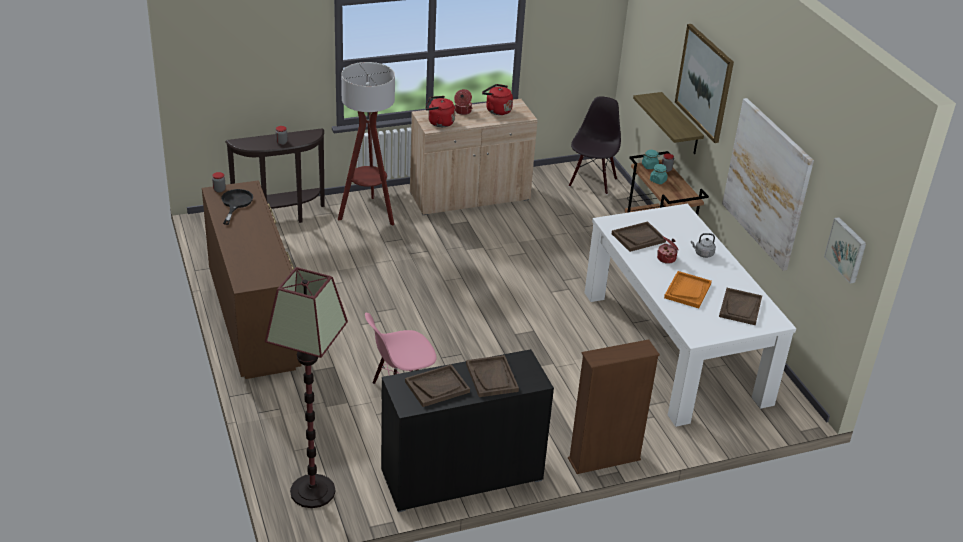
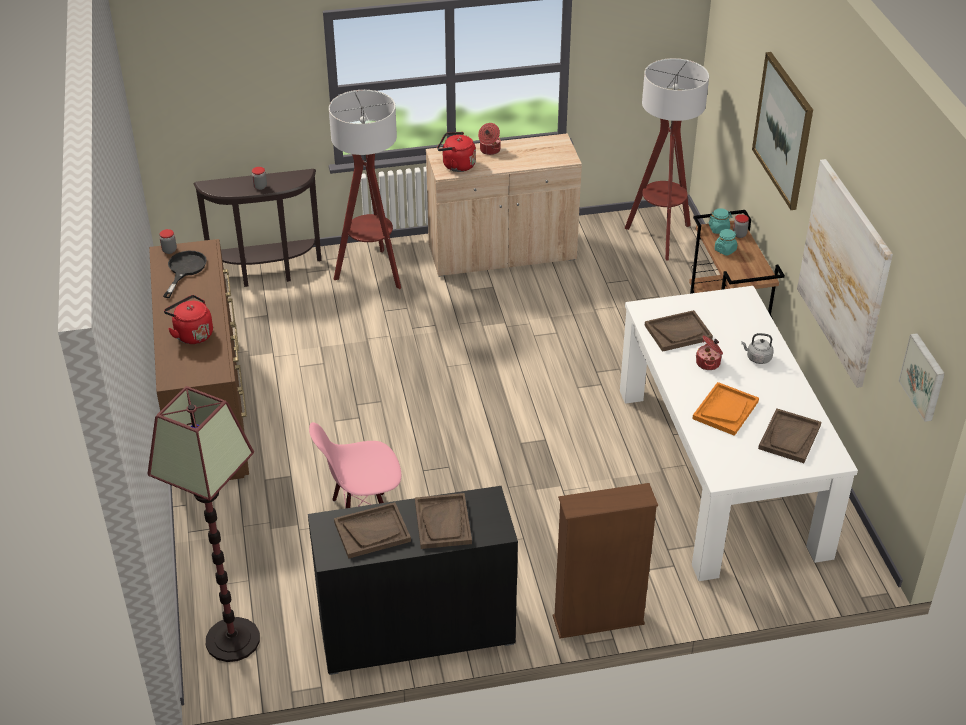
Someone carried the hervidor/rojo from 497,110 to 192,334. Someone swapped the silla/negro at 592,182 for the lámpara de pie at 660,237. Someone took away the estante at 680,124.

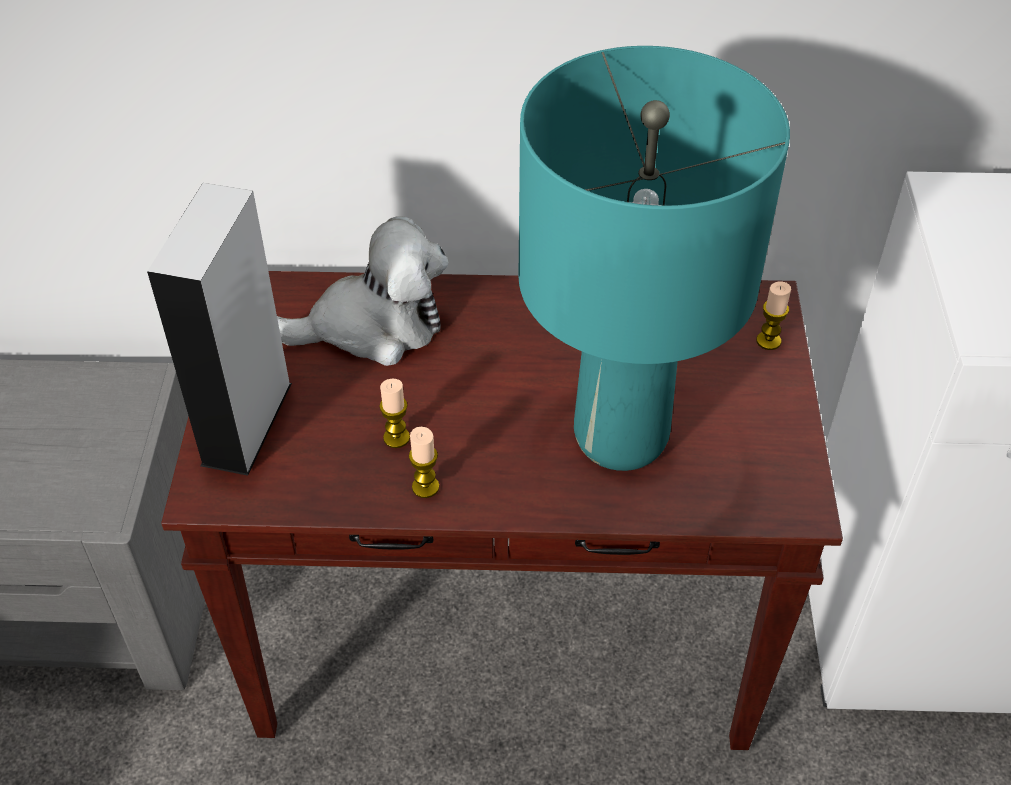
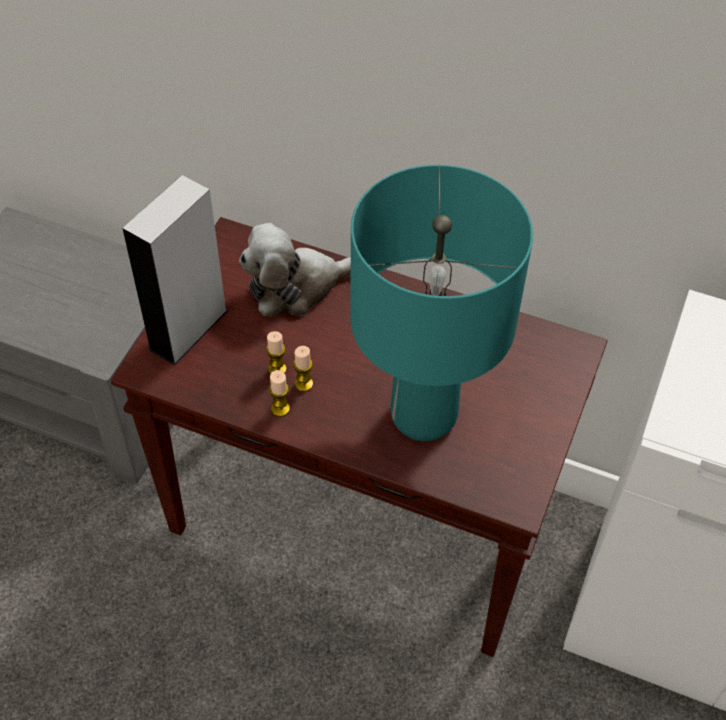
Someone rotated the peluche at 373,327 by 150 degrees clockwise. Someone carried the vela from 768,341 to 303,384.

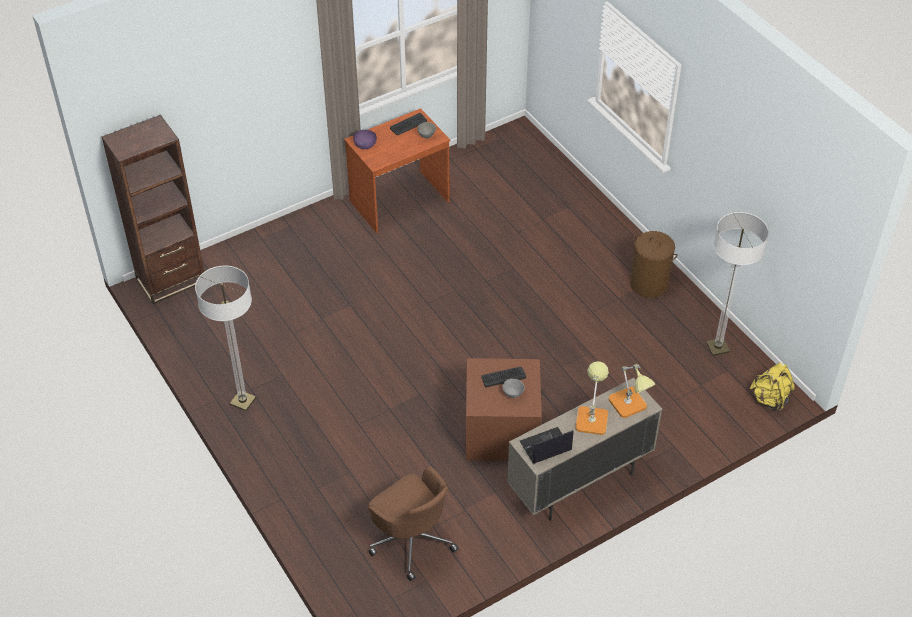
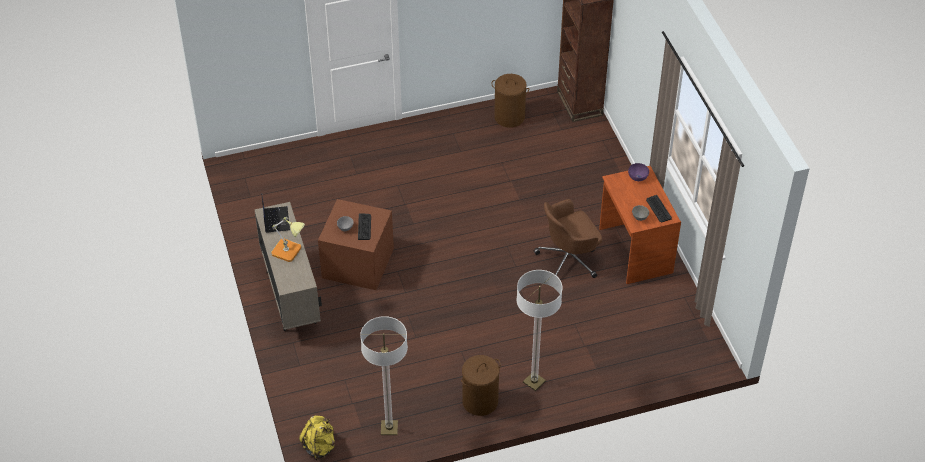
Someone put down the cesto de la ropa/marrón at 509,117. Someone carried the lámpara de pie from 243,401 to 534,382. Someone carried the silla de oficina/marrón from 412,539 to 569,259. Someone took away the lámpara de mesa at 630,406.

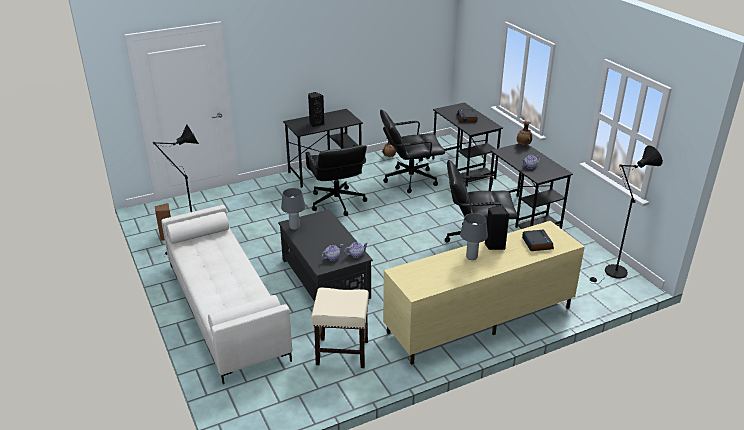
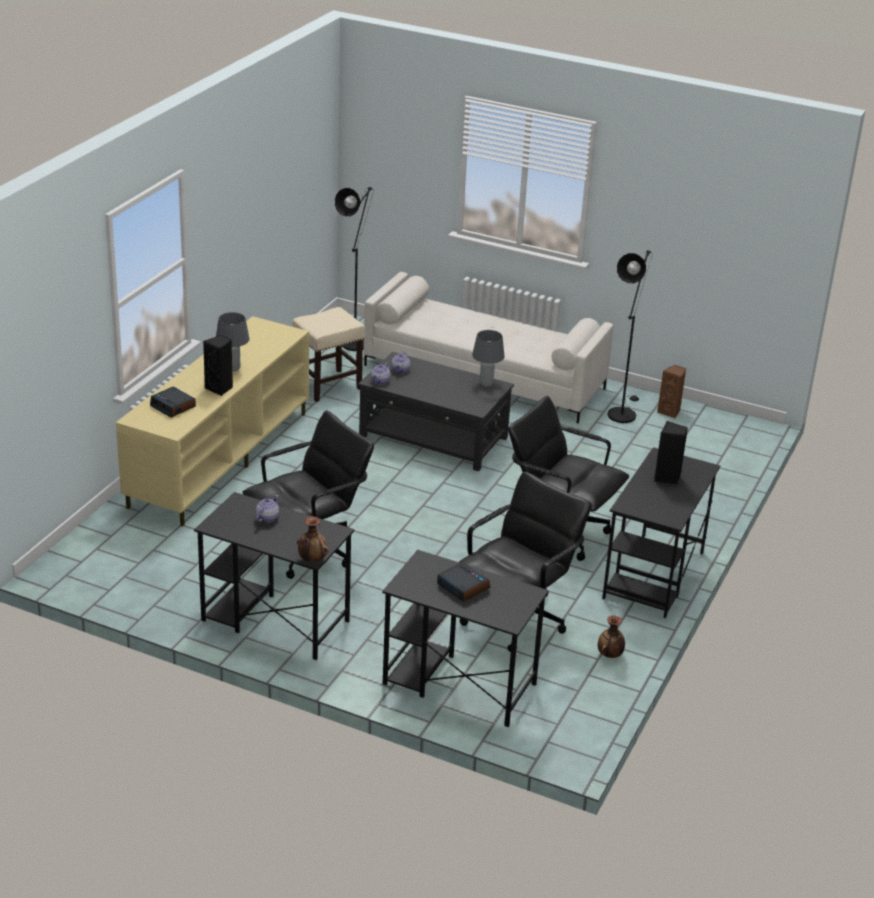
Someone carried the lámpara de pie/negro from 613,273 to 356,342.

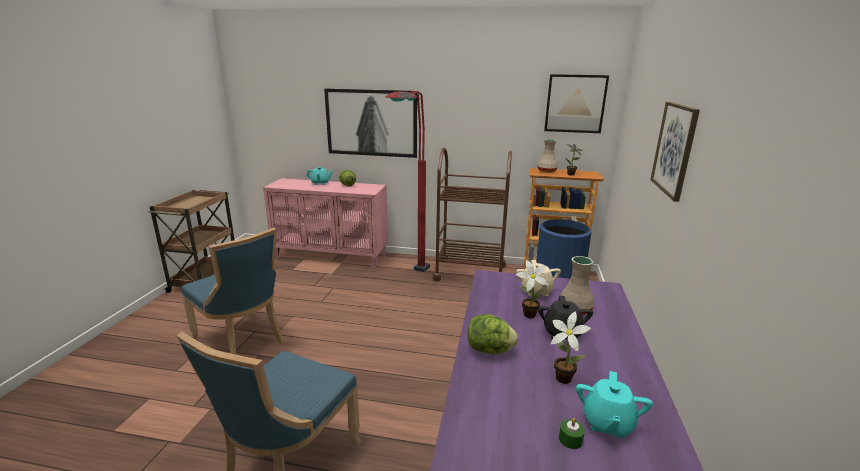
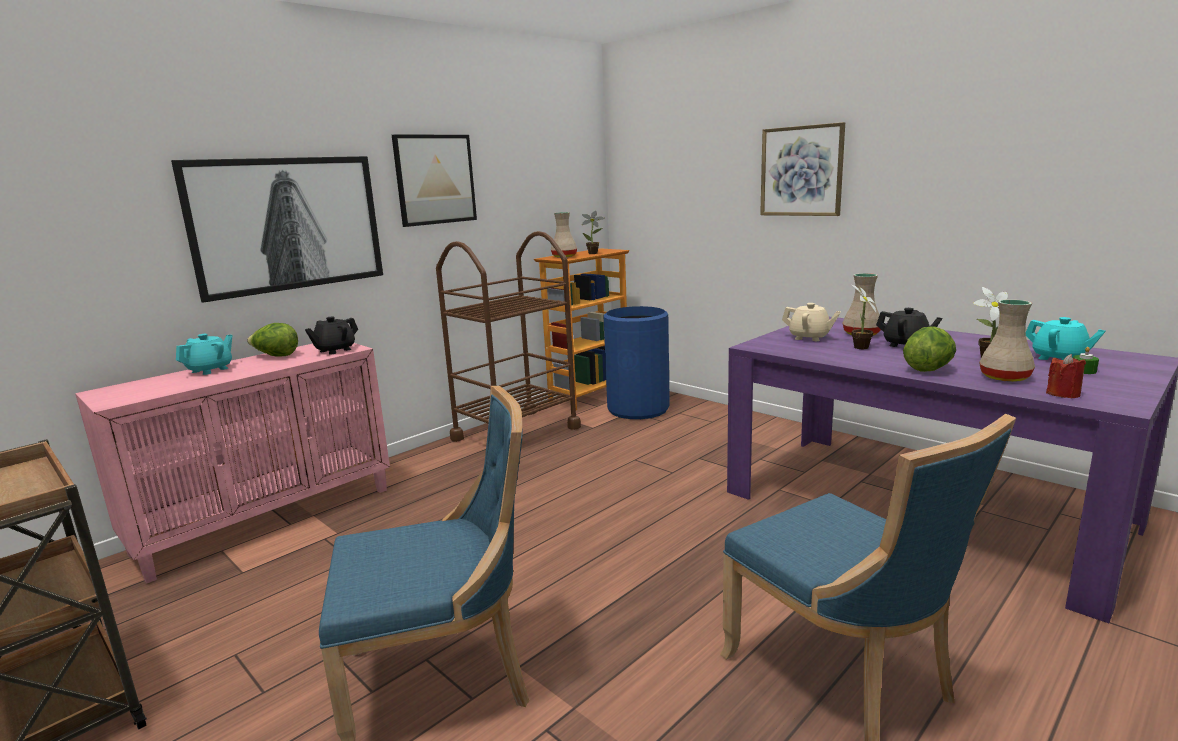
Someone put down the tetera/negro at 335,350. Someone carried the cuadro from 575,103 to 435,179. Someone put down the florero/beis at 1005,377. Someone put down the vela/rojo at 1063,394. Someone took away the lámpara de pie/rojo at 408,278.

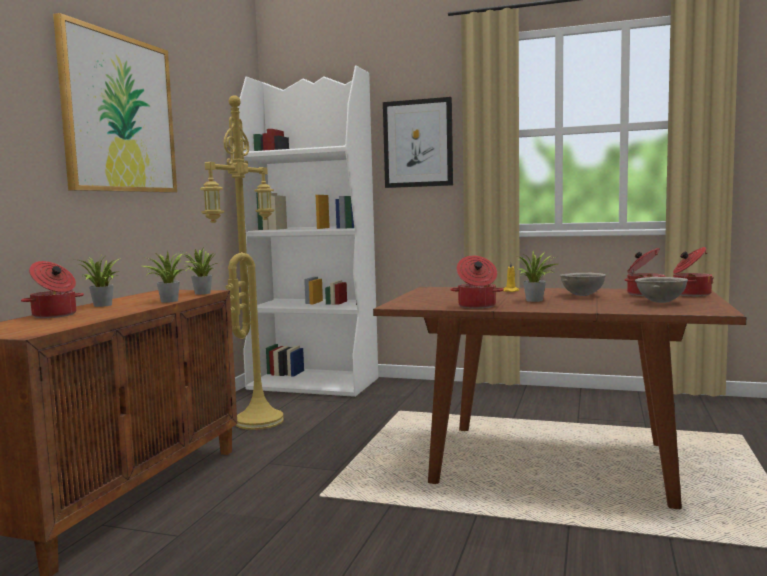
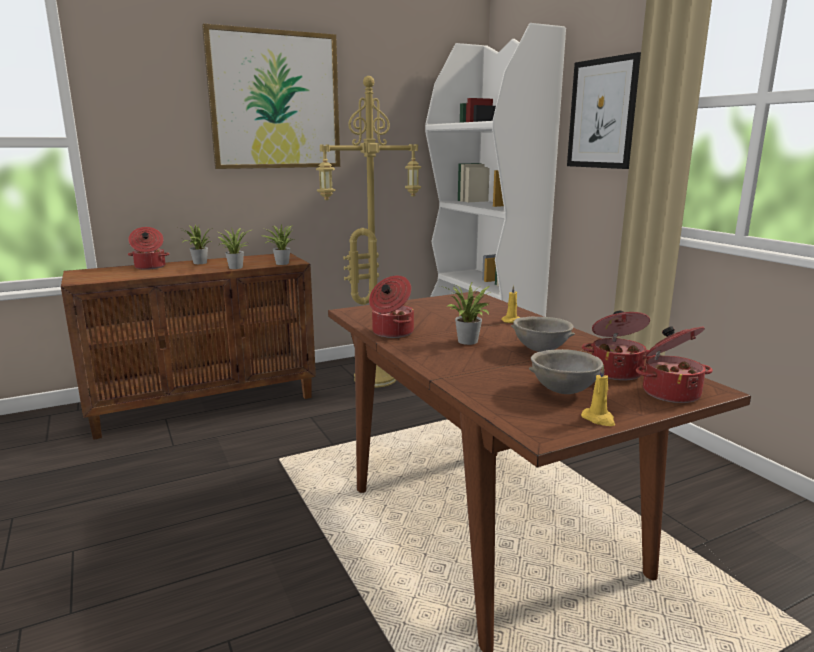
Someone put down the vela/amarillo at 599,419.

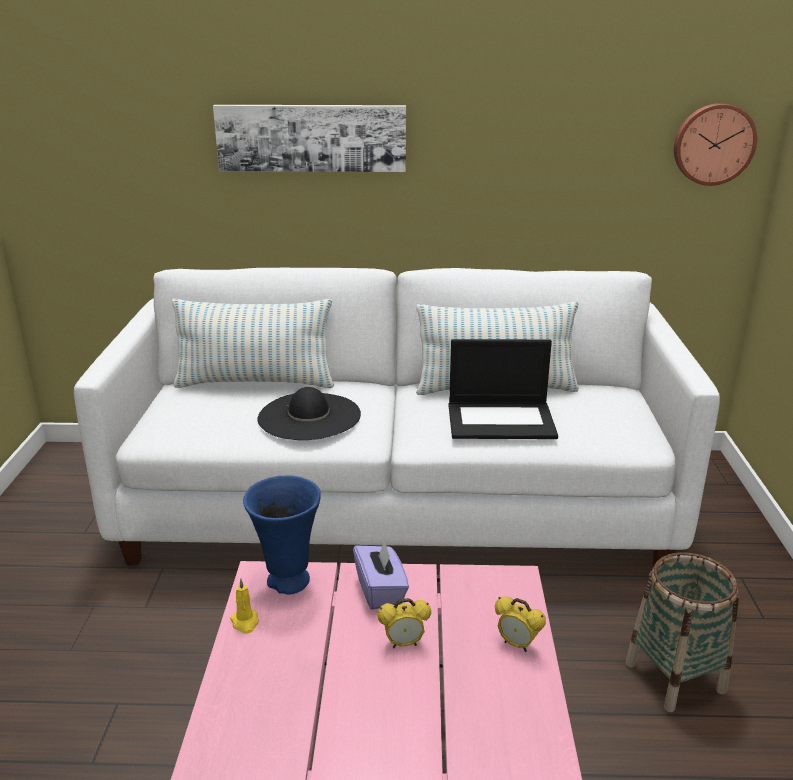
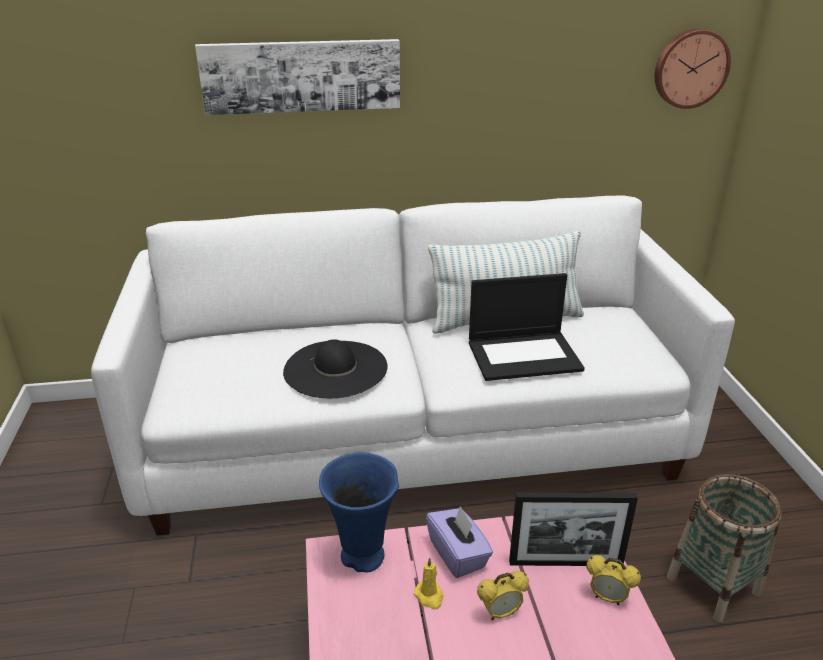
Someone carried the vela/amarillo from 245,622 to 429,596. Someone put down the portarretratos at 565,563. Someone took away the cojín at 255,383.

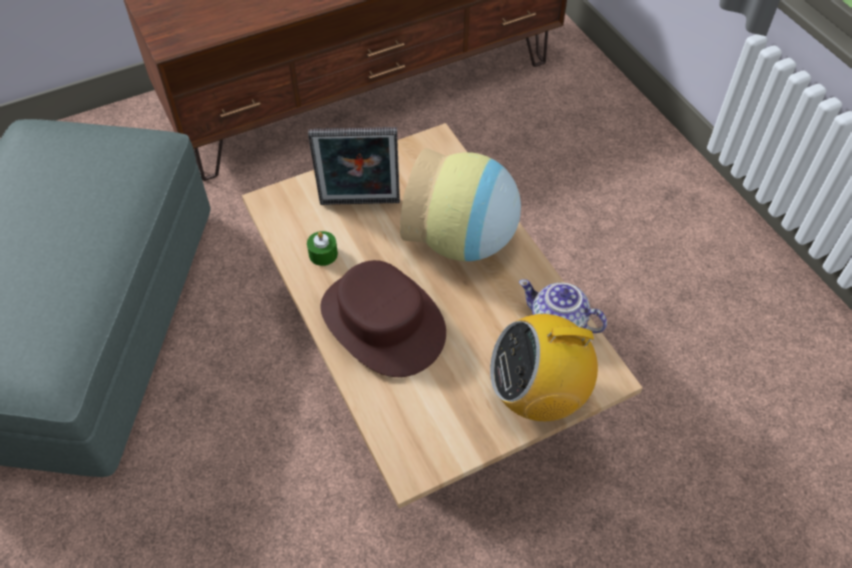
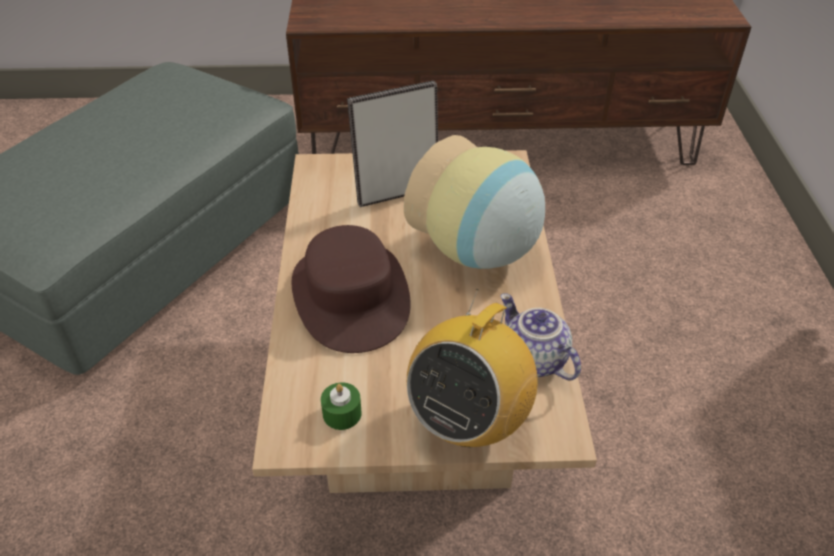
Someone carried the vela/verde from 323,254 to 342,413. Someone rotated the portarretratos at 359,205 by 135 degrees clockwise. Someone rotated the radio at 538,395 by 75 degrees counterclockwise.

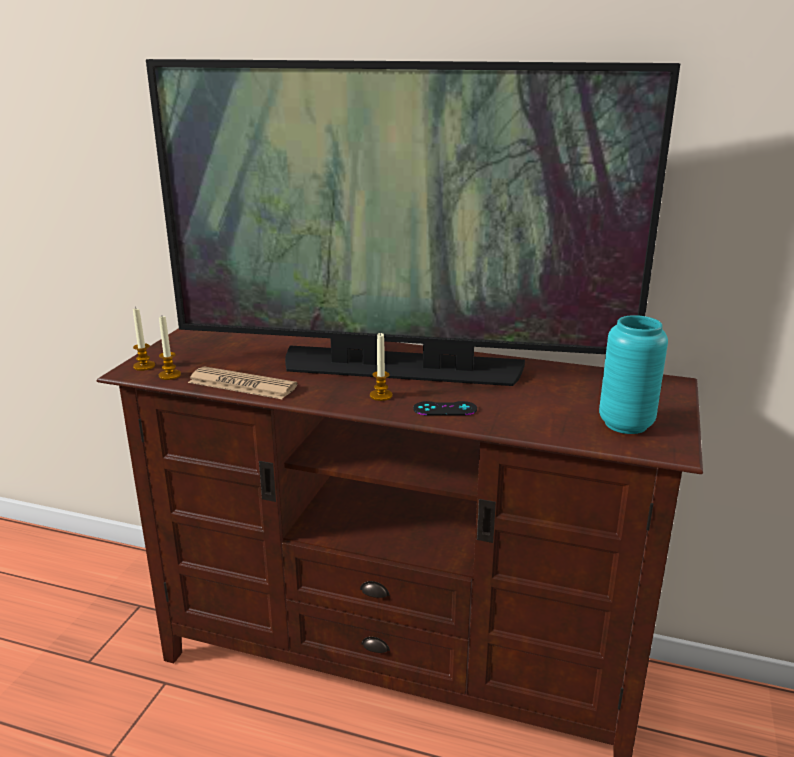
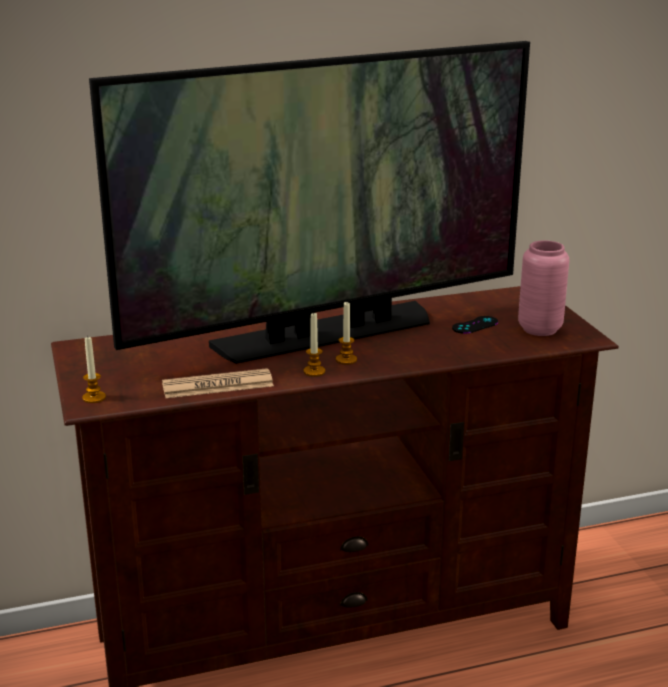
Someone carried the vela from 170,375 to 314,371. Someone carried the mando de consola/negro from 445,409 to 475,325. Someone repainted the florero/turquesa at 625,424, which became the florero/rosa at 539,329.

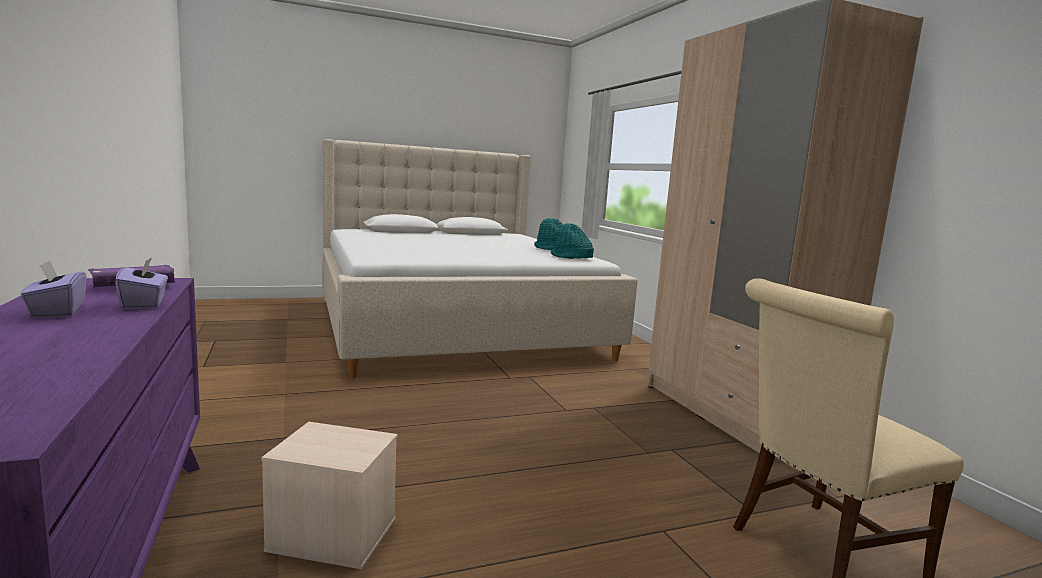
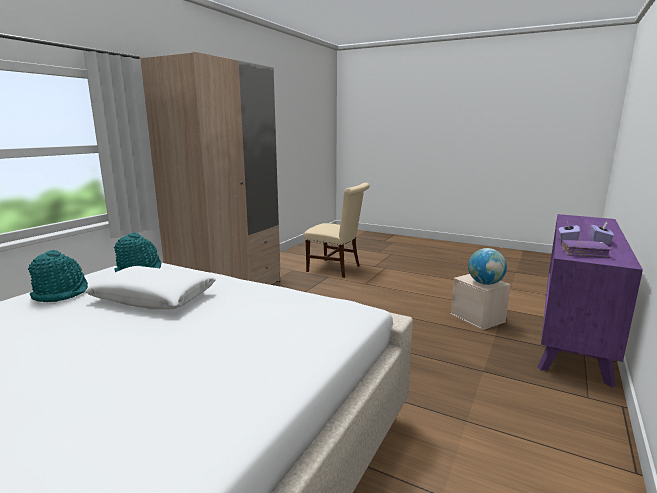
Someone put down the cojín/blanco at 154,298. Someone put down the globo terráqueo at 485,283.

